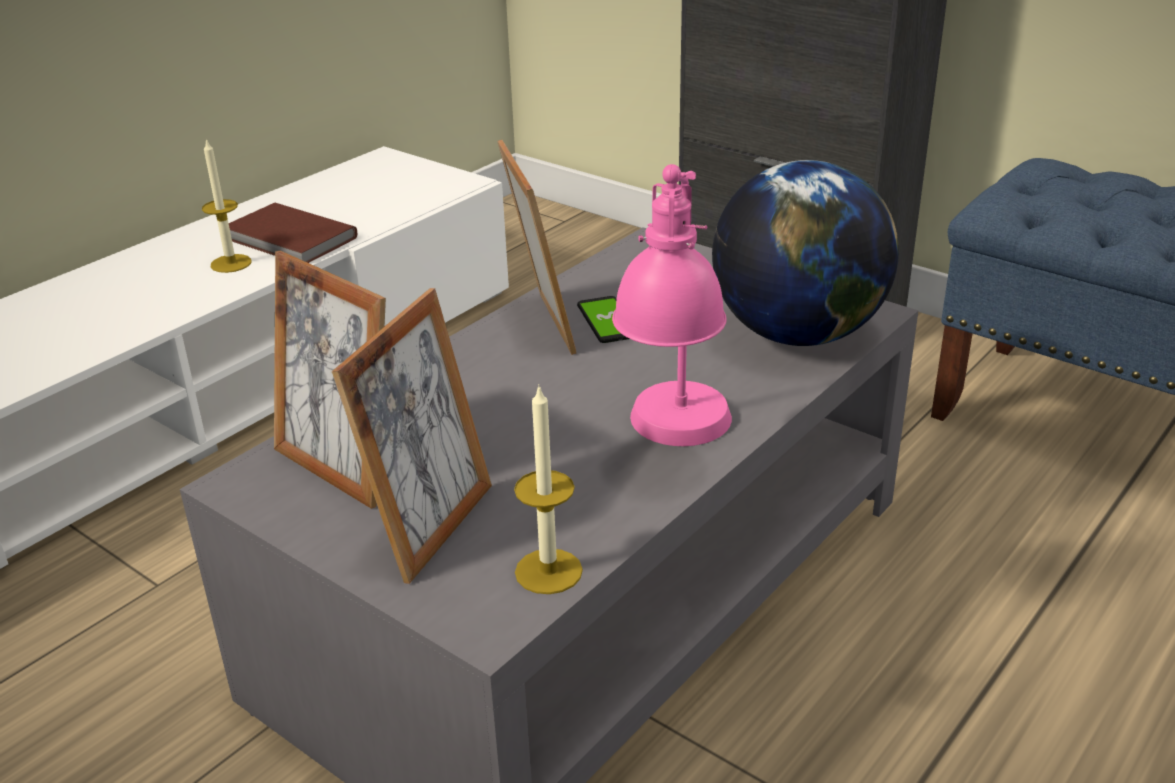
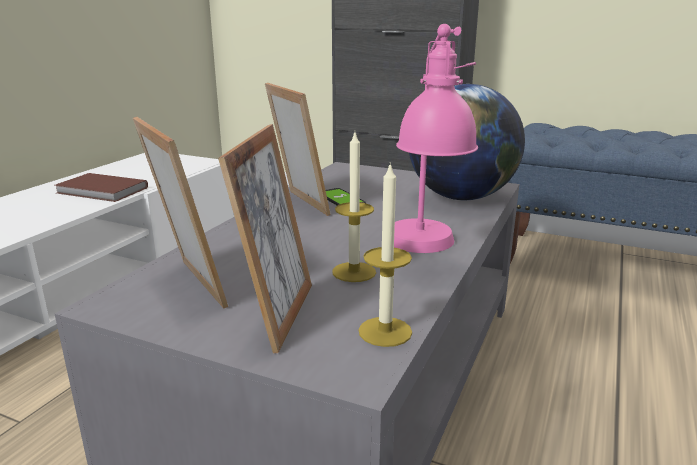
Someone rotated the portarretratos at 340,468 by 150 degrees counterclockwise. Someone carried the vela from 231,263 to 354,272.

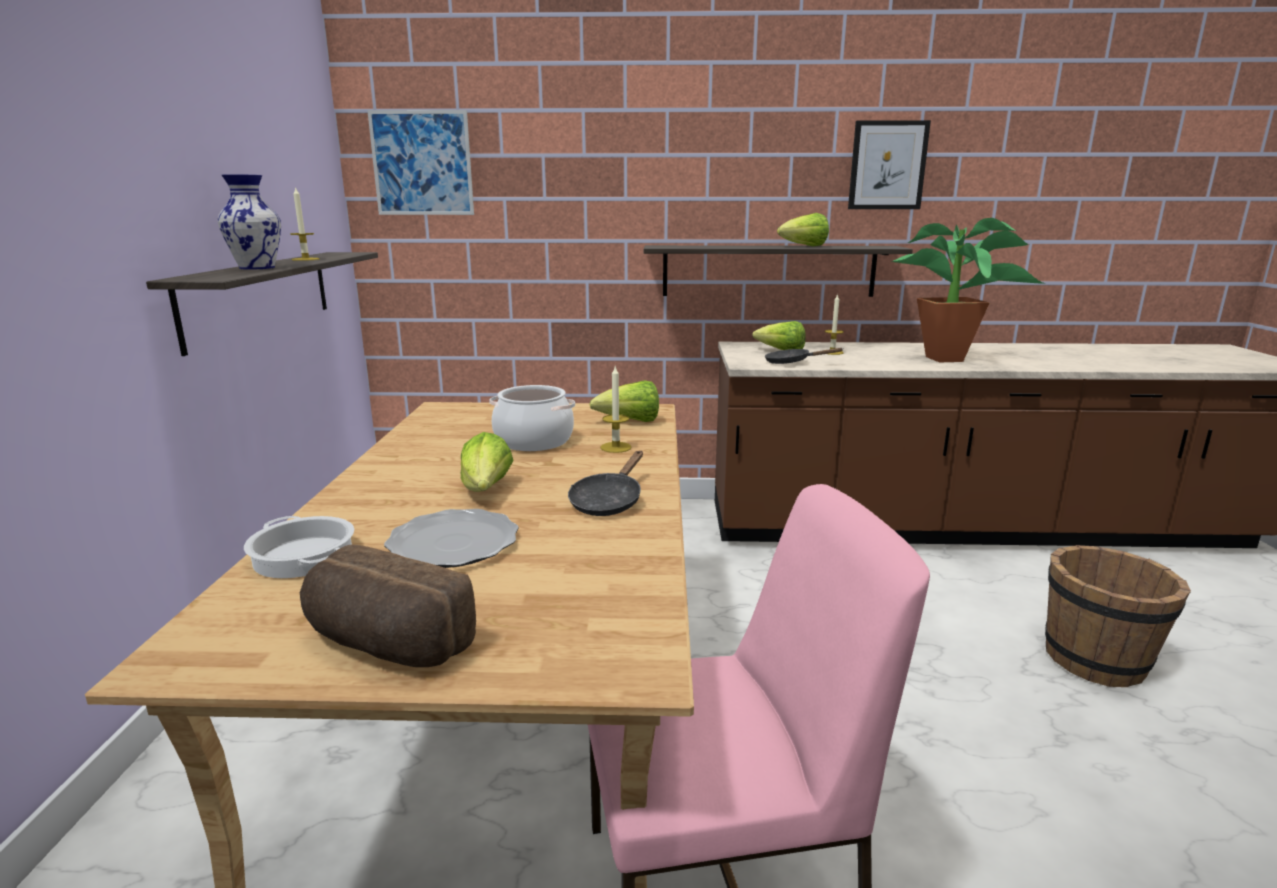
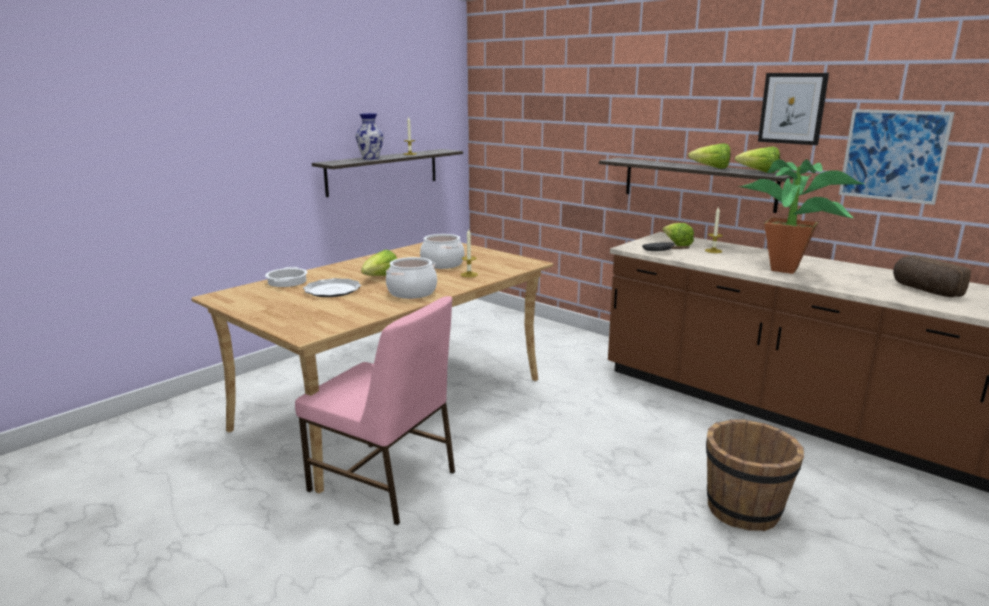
Someone swapped the sartén/negro at 608,501 for the olla at 412,292. Someone carried the lechuga from 630,422 to 759,172. Someone carried the cuadro from 422,163 to 893,155. Someone carried the pan from 385,644 to 924,290.

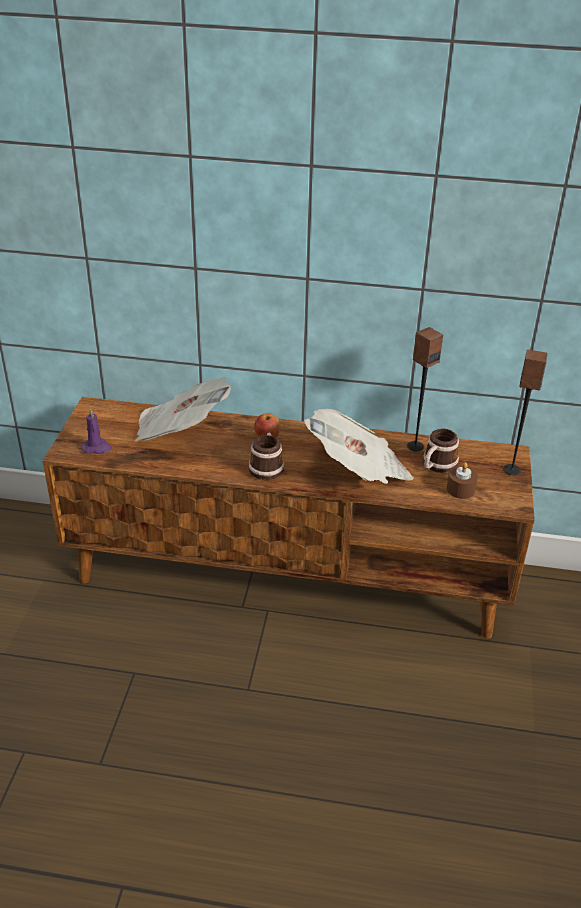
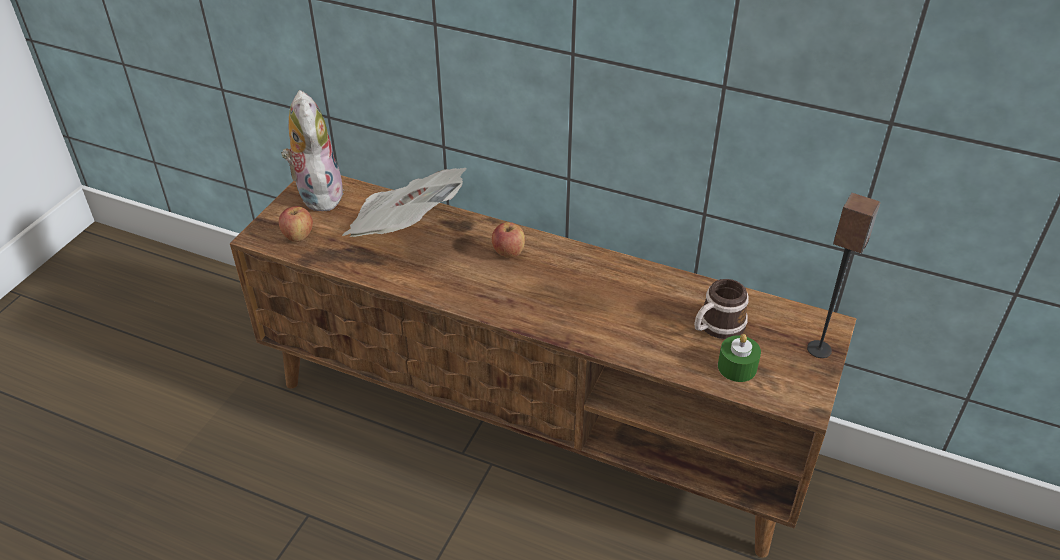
Someone swapped the vela/morado at 97,448 for the manzana at 298,236. Someone put down the peluche at 317,193. Someone repainted the vela/marrón at 460,489, which became the vela/verde at 737,367. Someone took away the taza grande at 267,466. Someone took away the periódico at 358,470. Someone took away the altavoz at 415,446.

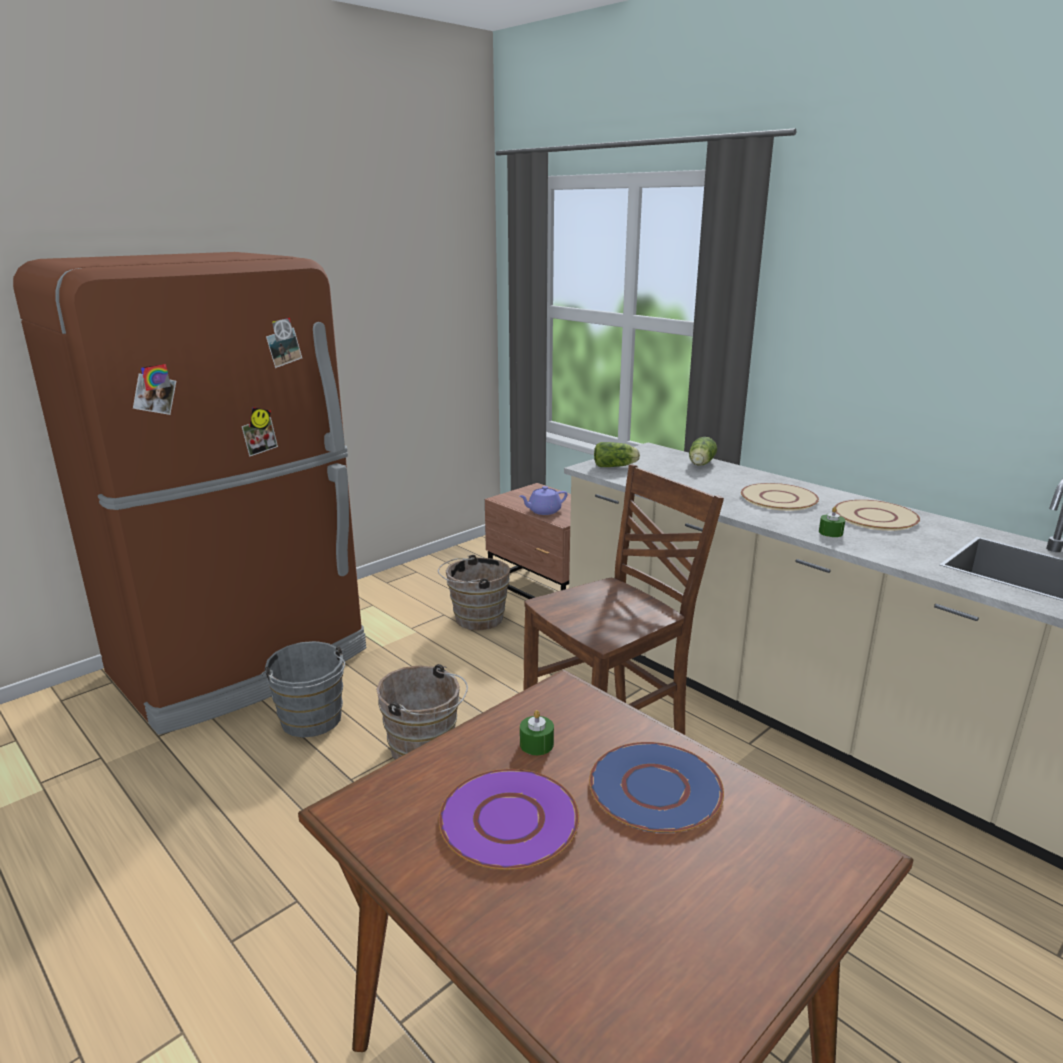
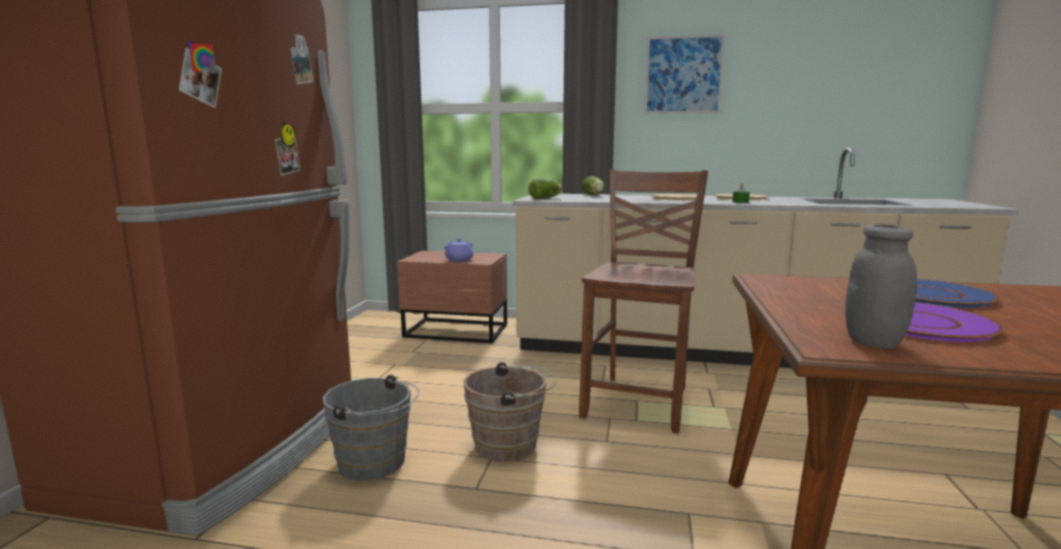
Someone put up the cuadro at 683,75. Someone put down the tarro/gris at 873,342. Someone took away the cubo/marrón at 475,619. Someone took away the vela/verde at 536,744.

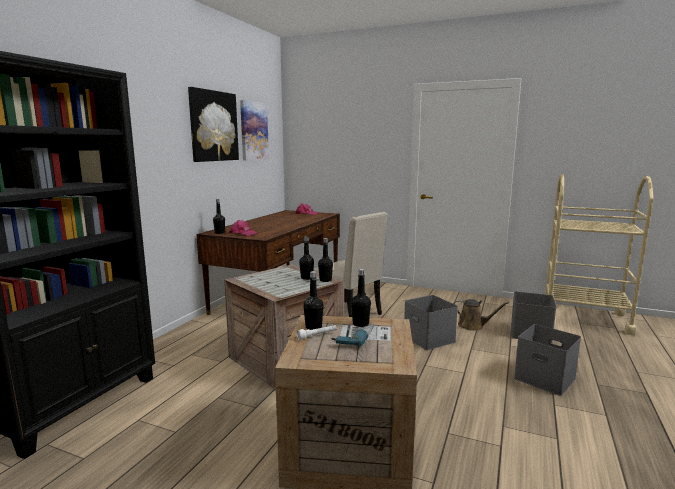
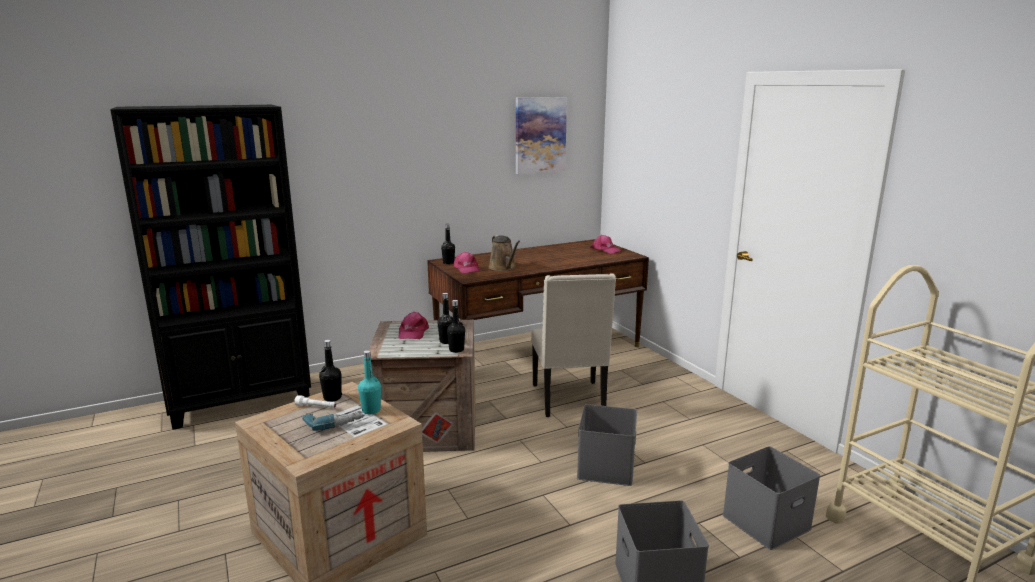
Someone repainted the botella/negro at 360,324, which became the botella/turquesa at 371,410. Someone put down the gorra/rosa at 412,332. Someone carried the regadera/marrón from 473,326 to 504,268. Someone took away the cuadro at 213,126.

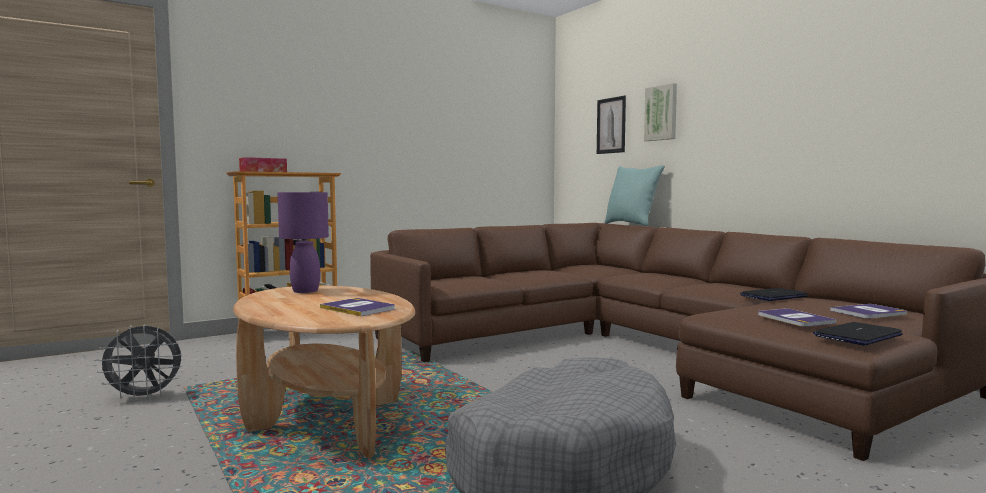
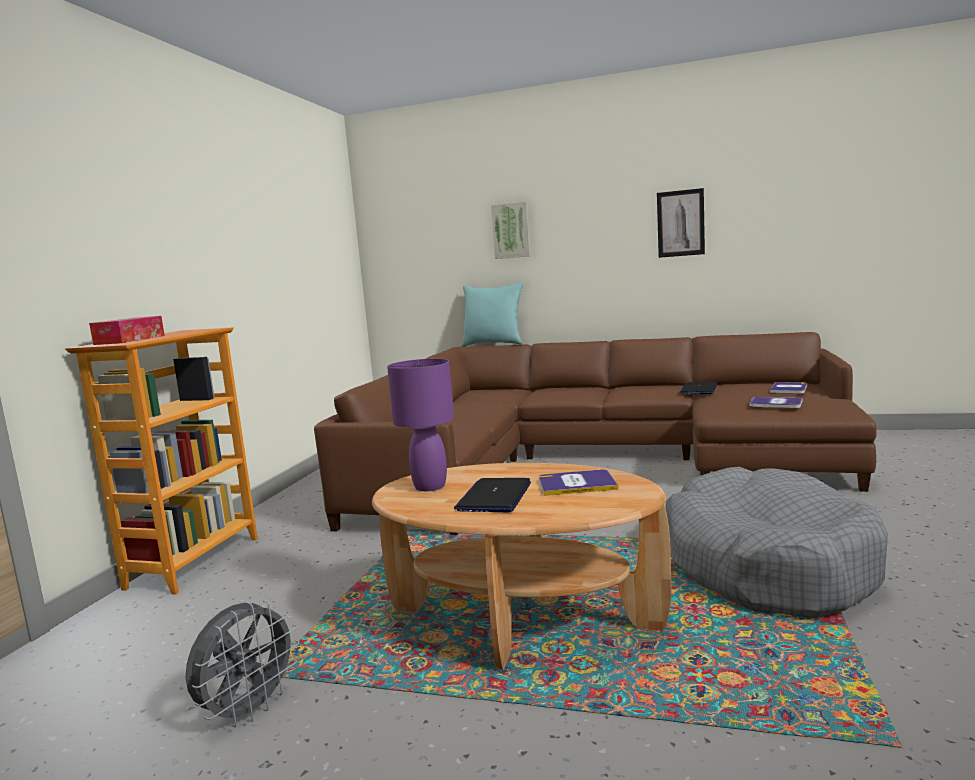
Someone carried the portátil from 857,336 to 494,497. Someone carried the cuadro from 611,125 to 680,223.

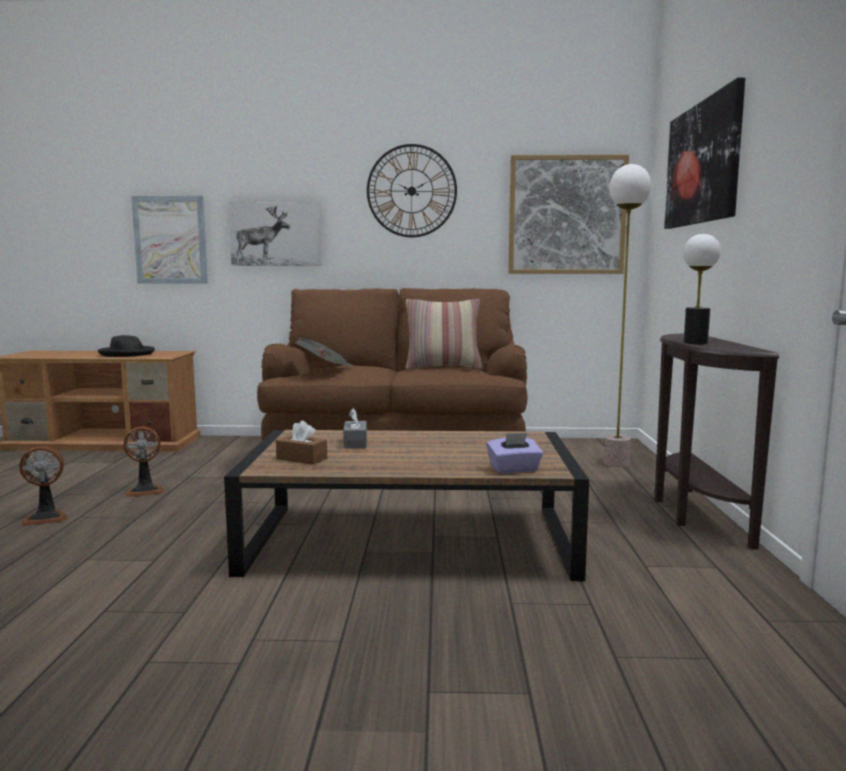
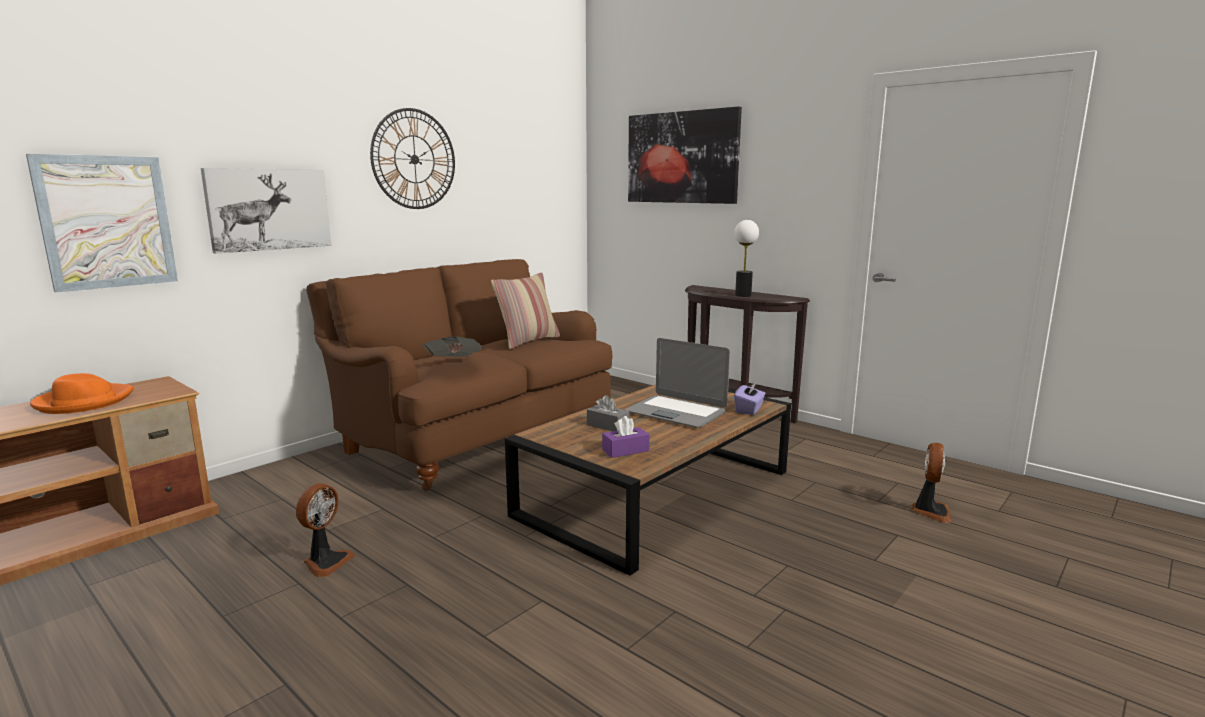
Someone repainted the sombrero/negro at 127,354, which became the sombrero/naranja at 83,402. Someone repainted the caja de pañuelos/marrón at 301,459, which became the caja de pañuelos/morado at 625,450. Someone put down the portátil at 676,412. Someone carried the ventilador from 46,518 to 930,511. Someone took away the cuadro at 566,215. Someone took away the lámpara de pie at 616,463.

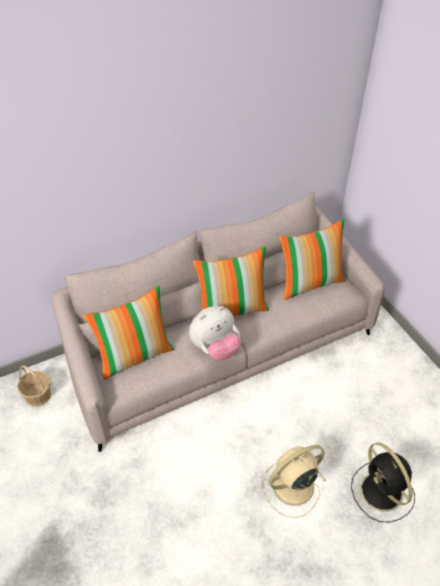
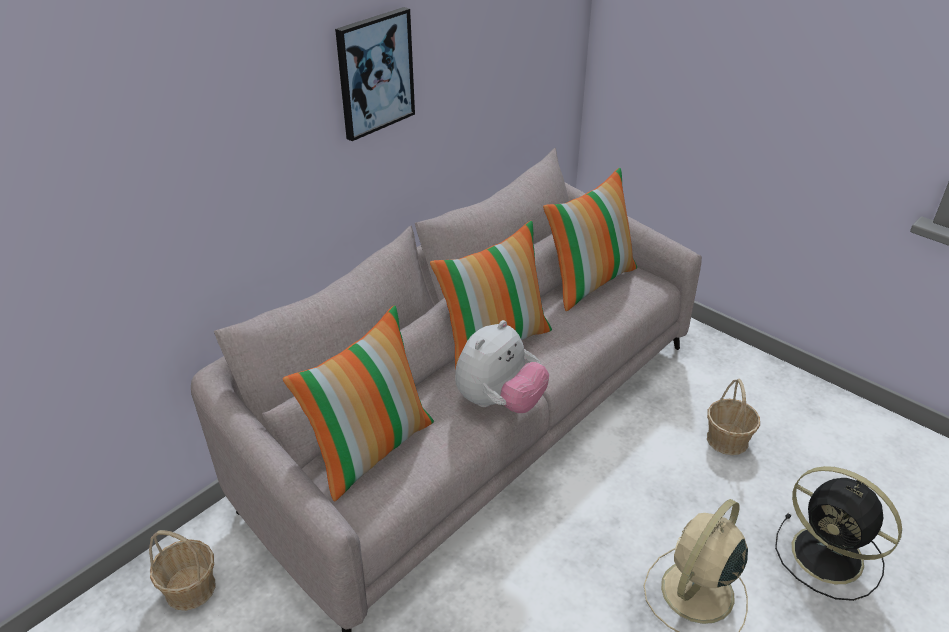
Someone put up the cuadro at 374,73. Someone put down the cesta at 727,439.

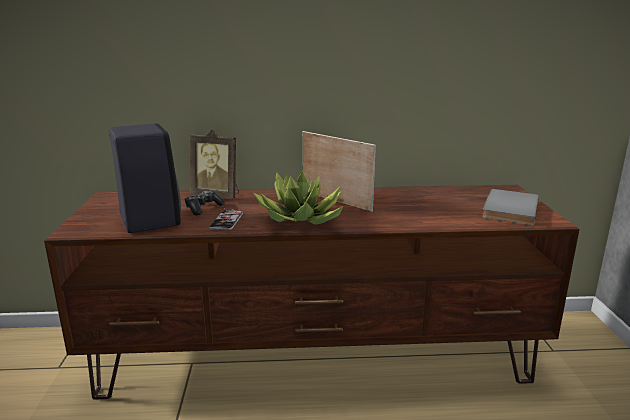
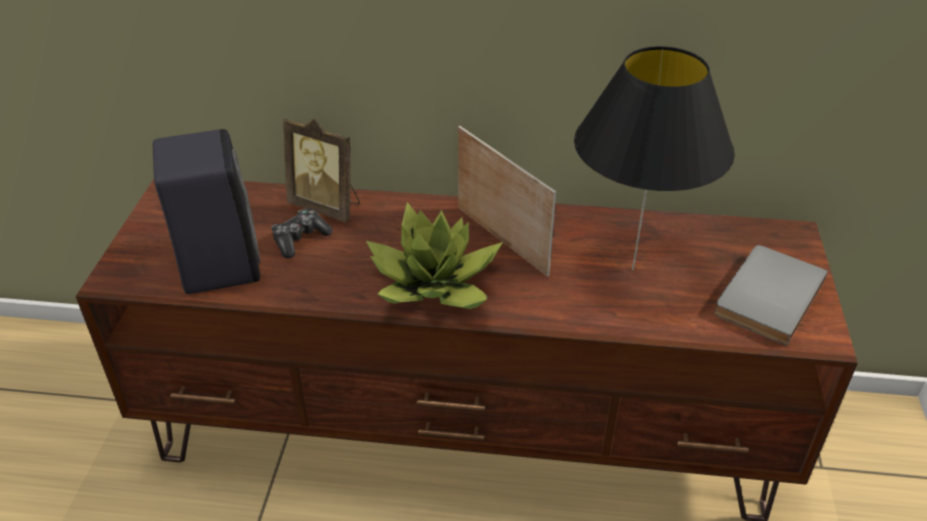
Someone put down the lámpara de mesa/negro at 633,270. Someone took away the móvil at 226,221.

